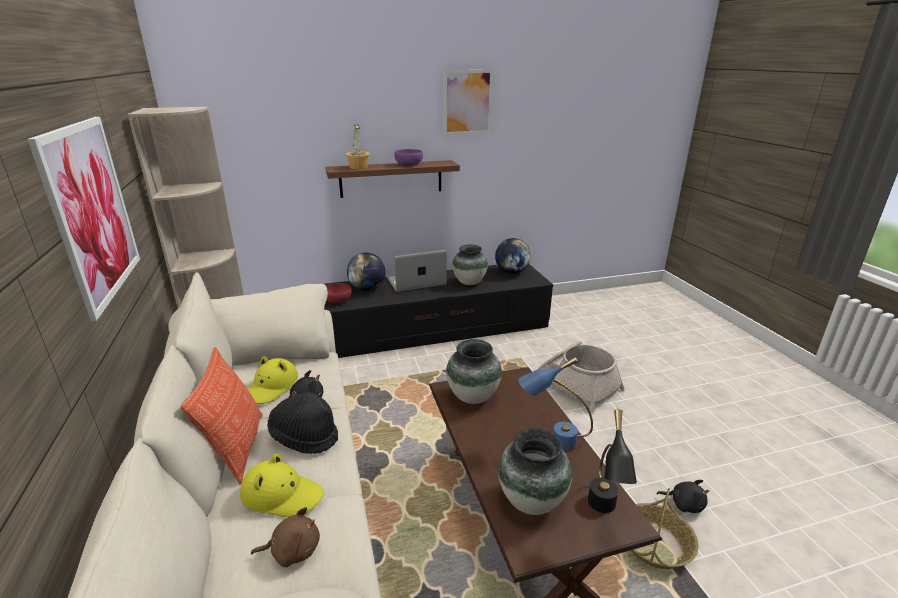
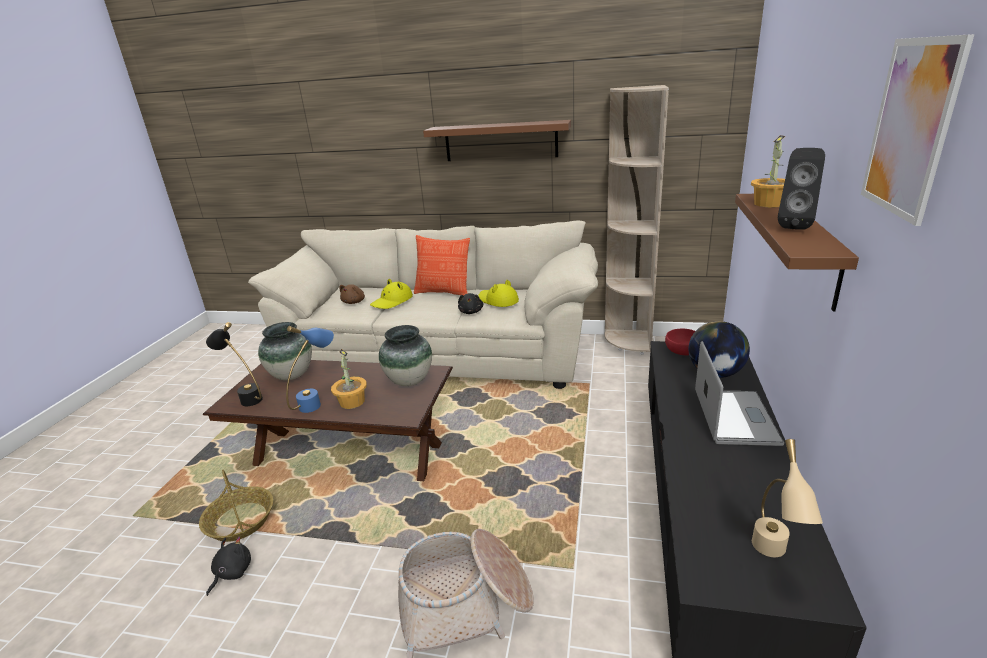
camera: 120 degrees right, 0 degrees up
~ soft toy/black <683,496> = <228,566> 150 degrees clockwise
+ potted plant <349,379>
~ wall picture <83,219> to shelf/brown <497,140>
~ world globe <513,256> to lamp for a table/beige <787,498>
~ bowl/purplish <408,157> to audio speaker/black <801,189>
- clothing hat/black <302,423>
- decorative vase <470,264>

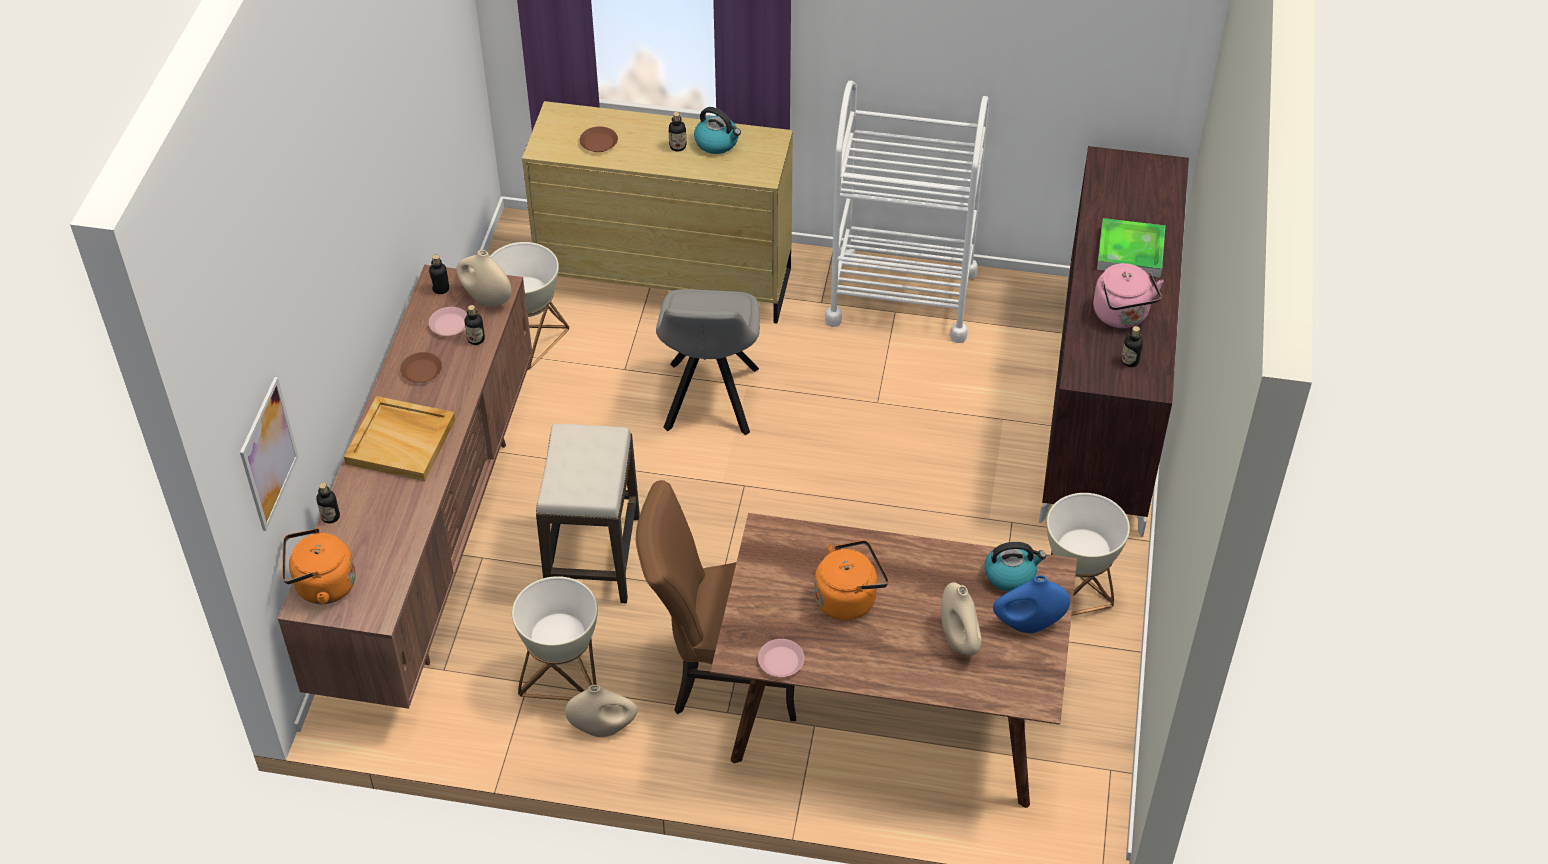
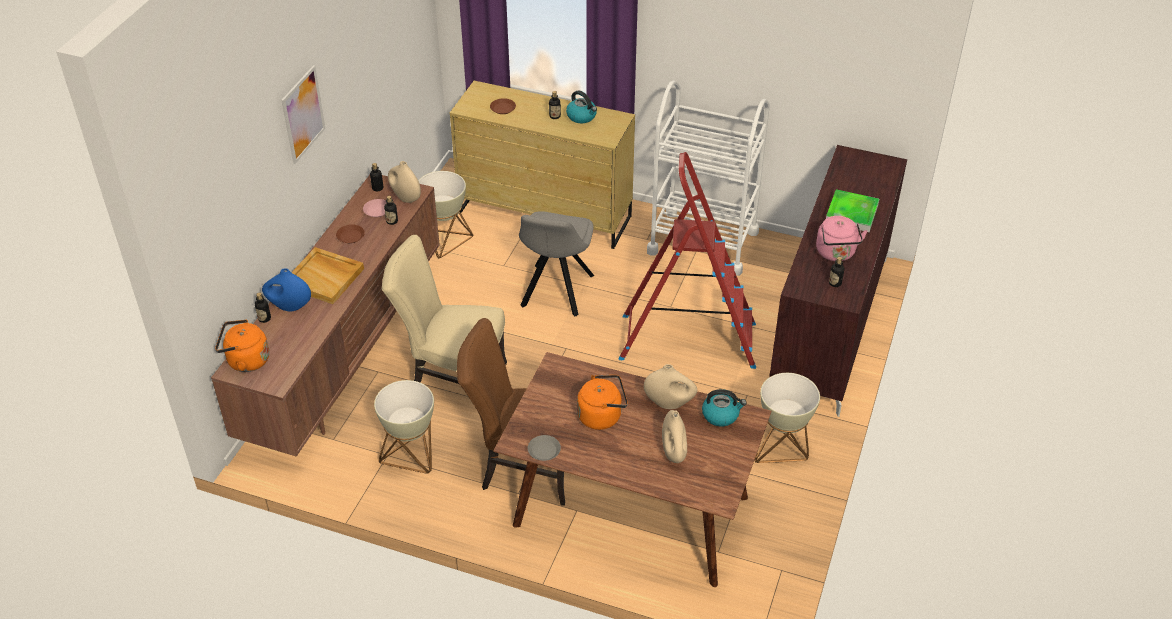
camera: 10 degrees right, 5 degrees down
~ decorative vase/blue <1031,604> to <286,290>
~ wall picture <269,454> to <303,114>
~ stool <588,514> to upright chair/beige <444,309>
~ flat dish/pinkish <781,658> to flat dish/grey <544,448>
+ step stool/reddish <687,260>
~ decorative vase/beige <601,711> to <670,386>

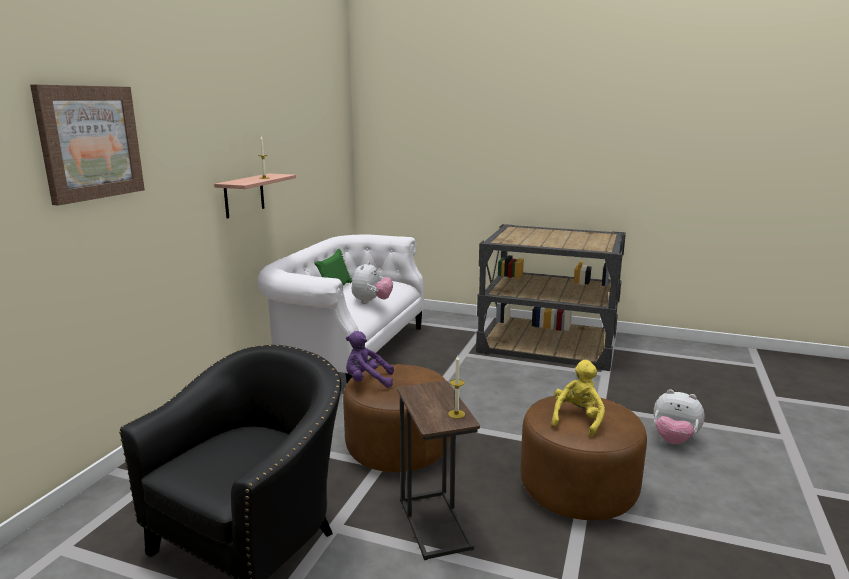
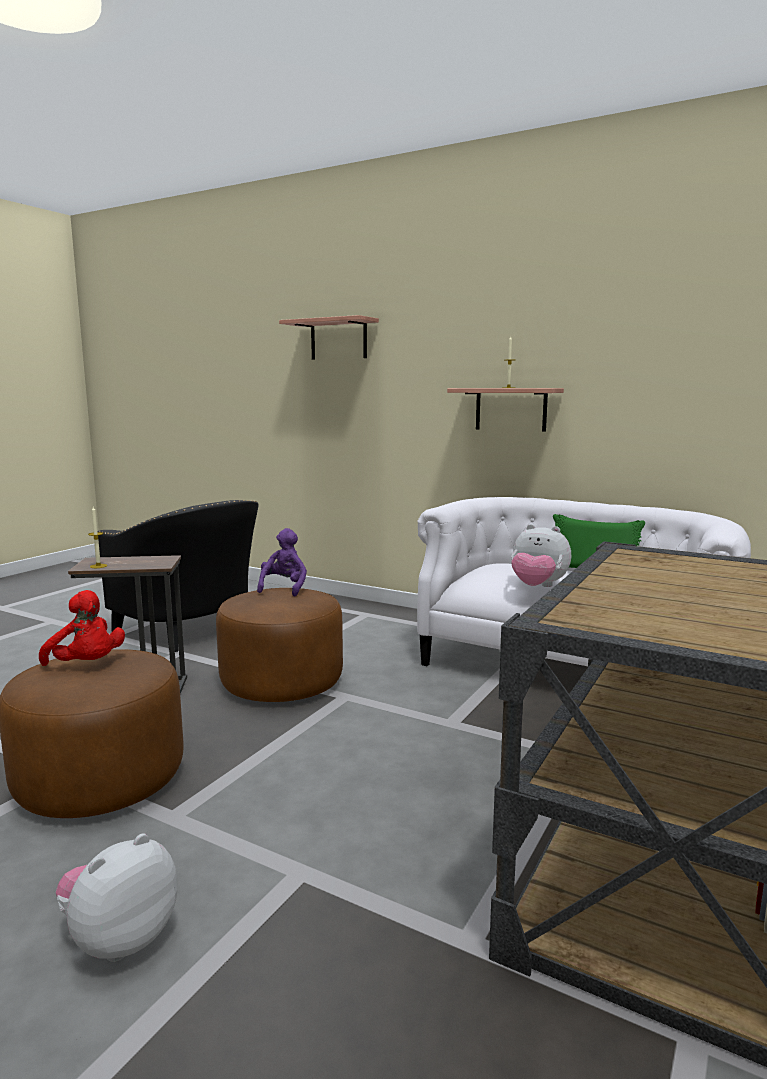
camera: 100 degrees right, 5 degrees down
~ soft toy/yellow-coloured <578,398> to soft toy/reddish <82,628>
~ wall picture <87,145> to shelf <329,337>

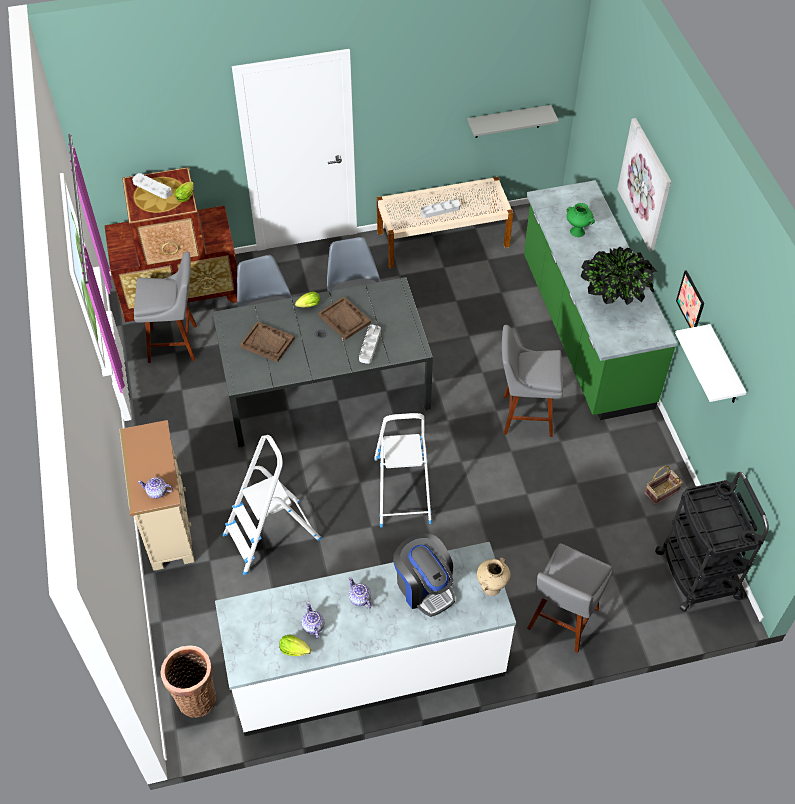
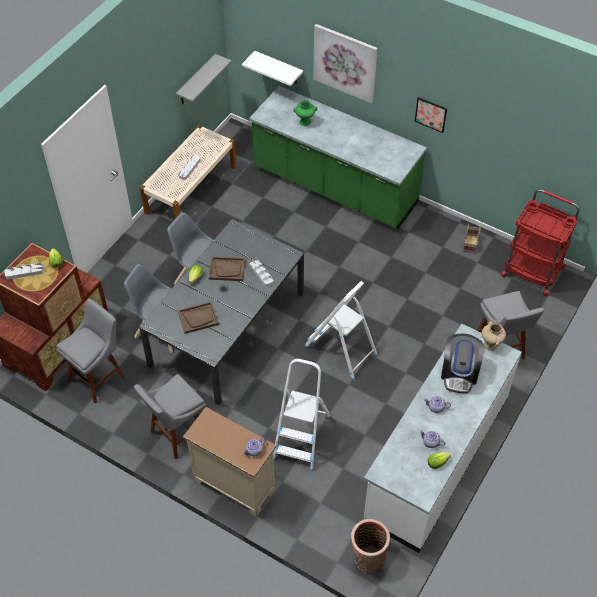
camera: 45 degrees left, 0 degrees up
~ stool/grey <532,381> to <170,416>
~ shelf/white-coloured <711,363> to <272,68>
~ coffee machine <424,575> = <463,363> 90 degrees clockwise
~ wheeled cart/black <712,542> to wheeled cart/reddish <540,242>
- potted plant <618,275>

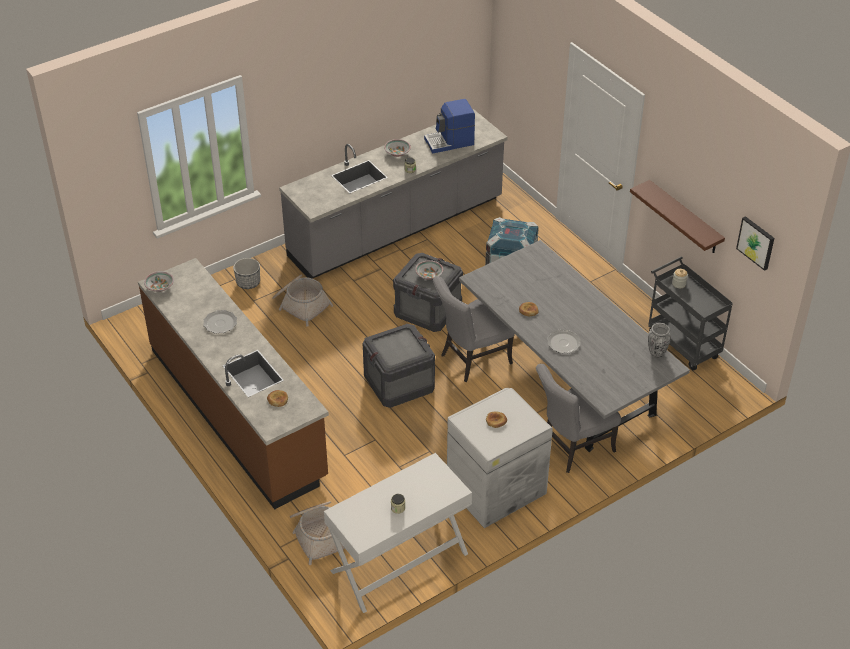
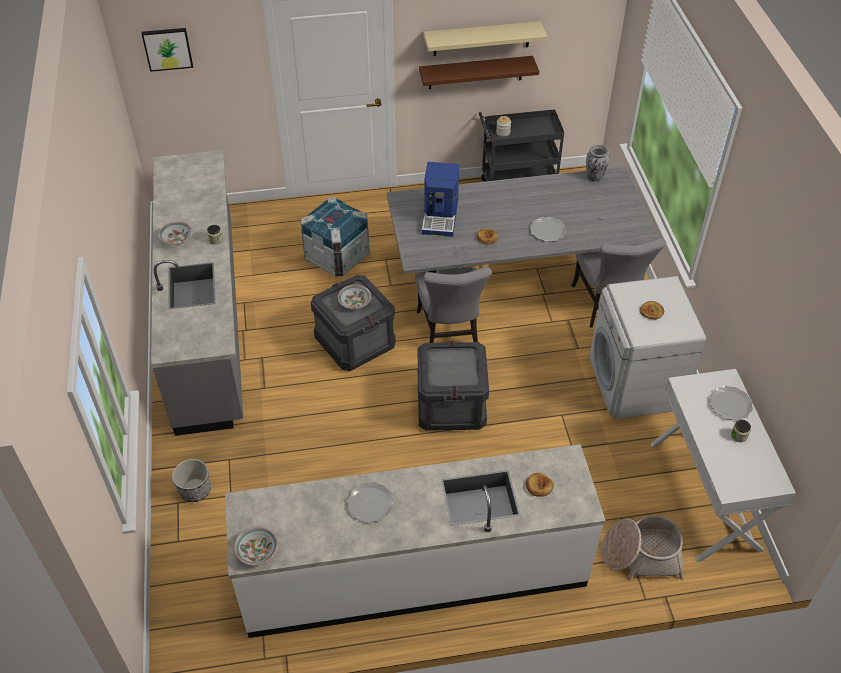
camera: 65 degrees left, 5 degrees up
~ wall picture <755,243> to <167,50>
~ kitchen base unit/brown <233,384> to kitchen base unit/white-coloured <415,541>
~ coffee machine <449,126> to <440,199>
+ shelf/beige <485,38>
+ flat dish <731,403>
- household basket <302,300>

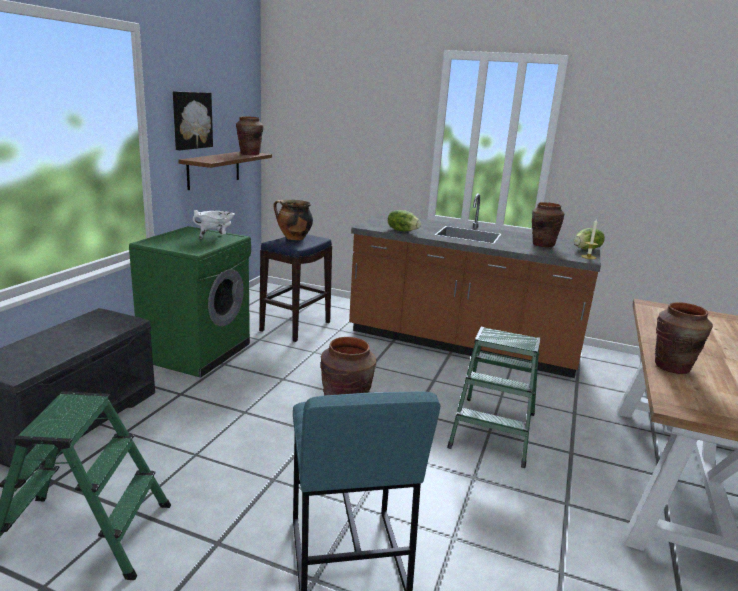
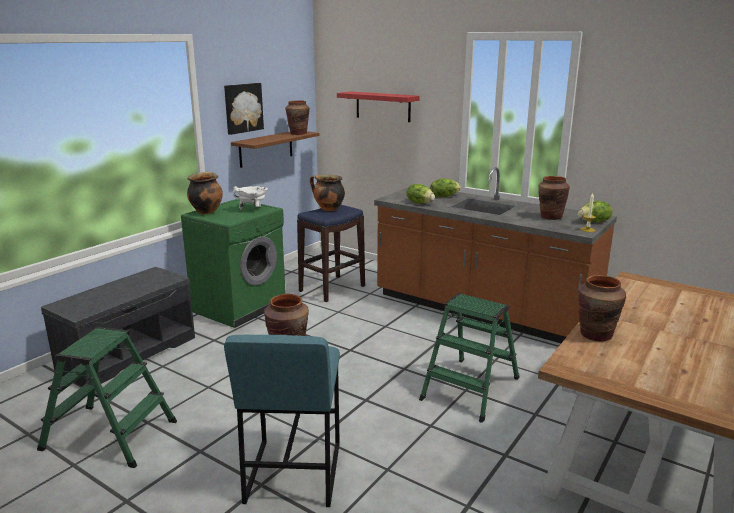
camera: 15 degrees right, 0 degrees up
+ saucepot <205,193>
+ shelf/reddish <378,106>
+ head of lettuce <445,188>

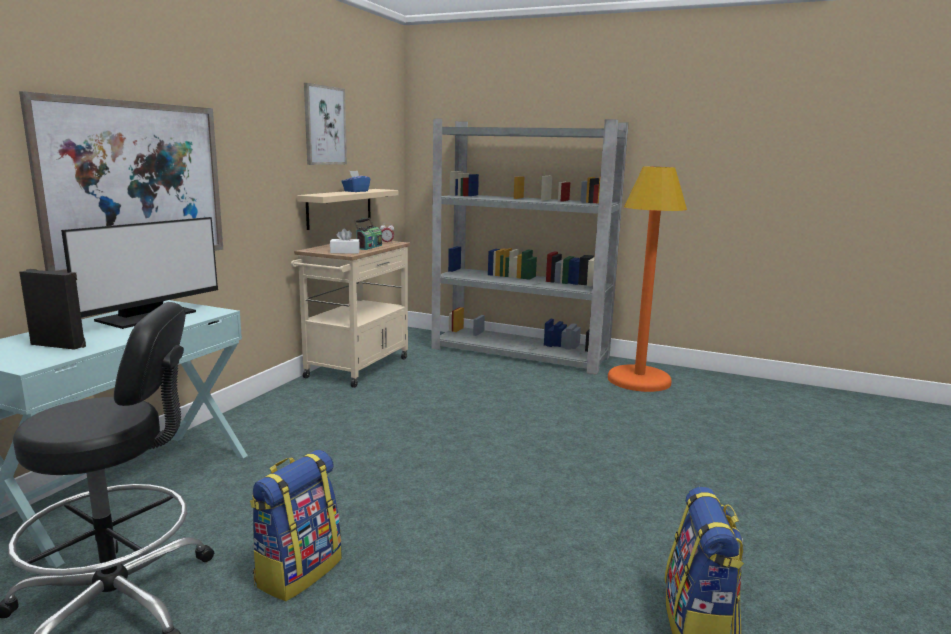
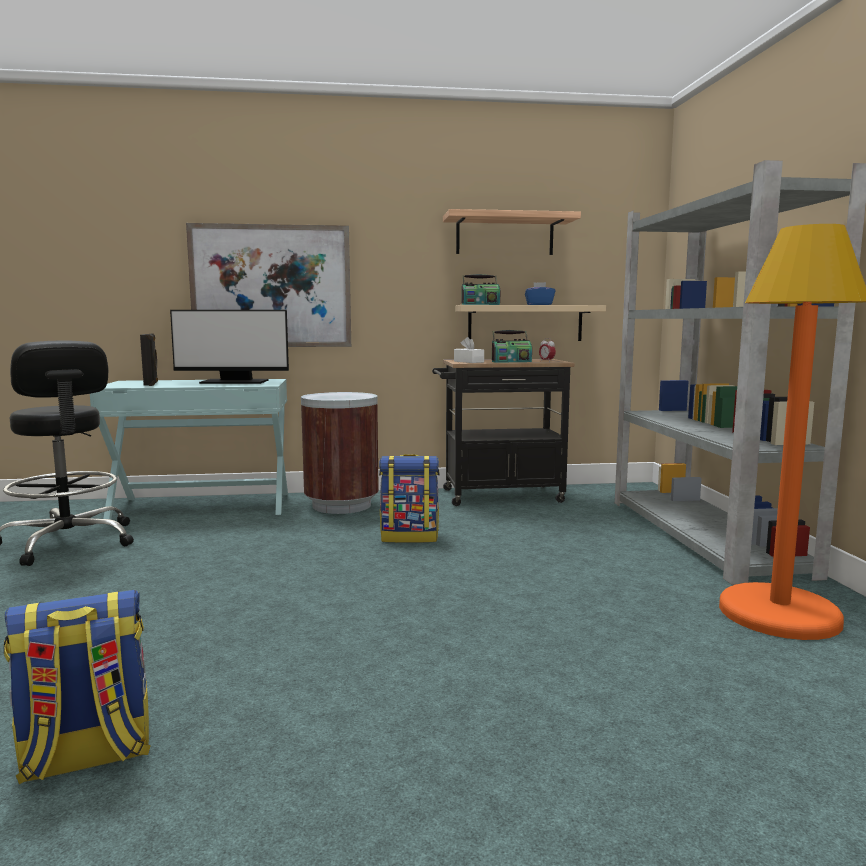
camera: 60 degrees right, 5 degrees down
+ trash can/brown <340,453>
~ knapsack <296,525> to <409,498>
~ wheeled cart/beige <350,314> to wheeled cart/black <503,432>
~ wall picture <325,124> to shelf <512,232>
+ radio receiver <480,289>

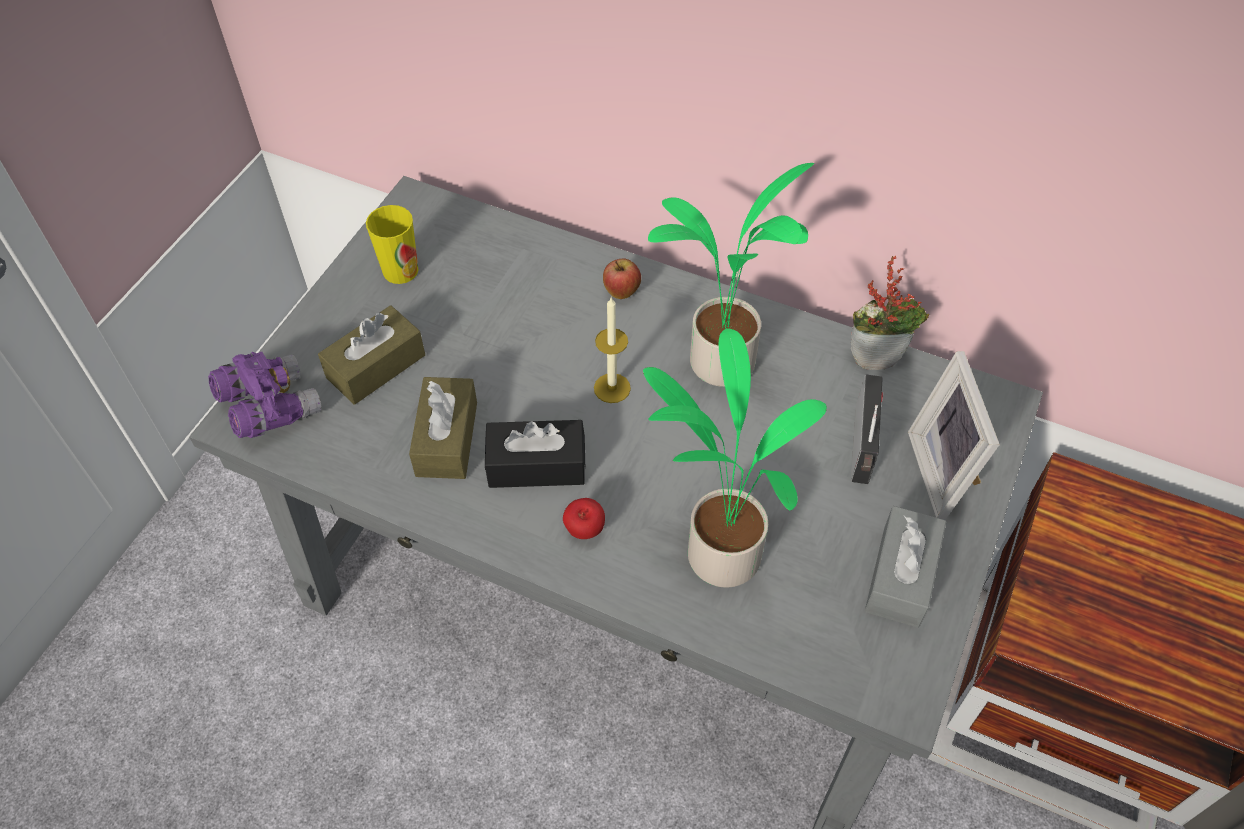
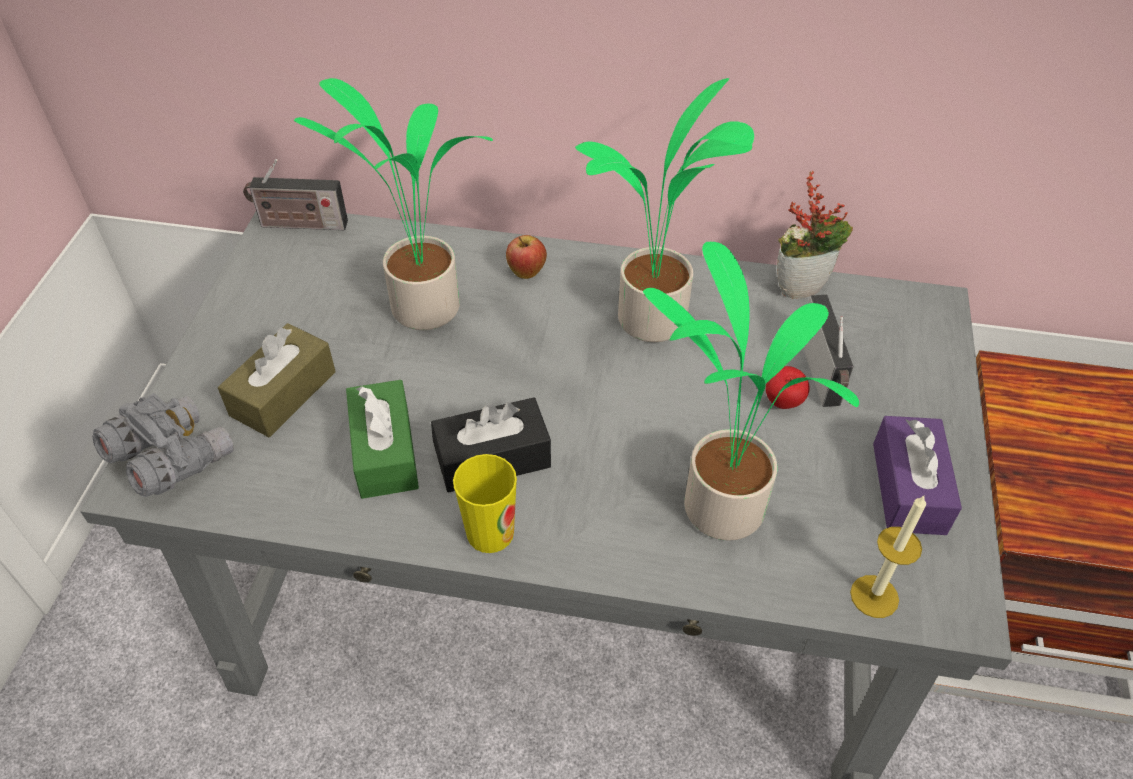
camera: 15 degrees left, 5 degrees down
~ pair of binoculars/purplish <264,395> to pair of binoculars/grey <163,445>
+ radio receiver <295,194>
+ potted plant <393,204>
~ box of tissues/brown <443,428> to box of tissues/green-coloured <382,439>
~ cup <392,244> to <485,503>
~ apple <584,518> to <788,387>
~ candle <612,350> to <888,556>
~ box of tissues/grey <905,567> to box of tissues/purplish <917,475>
- photo frame <954,435>

